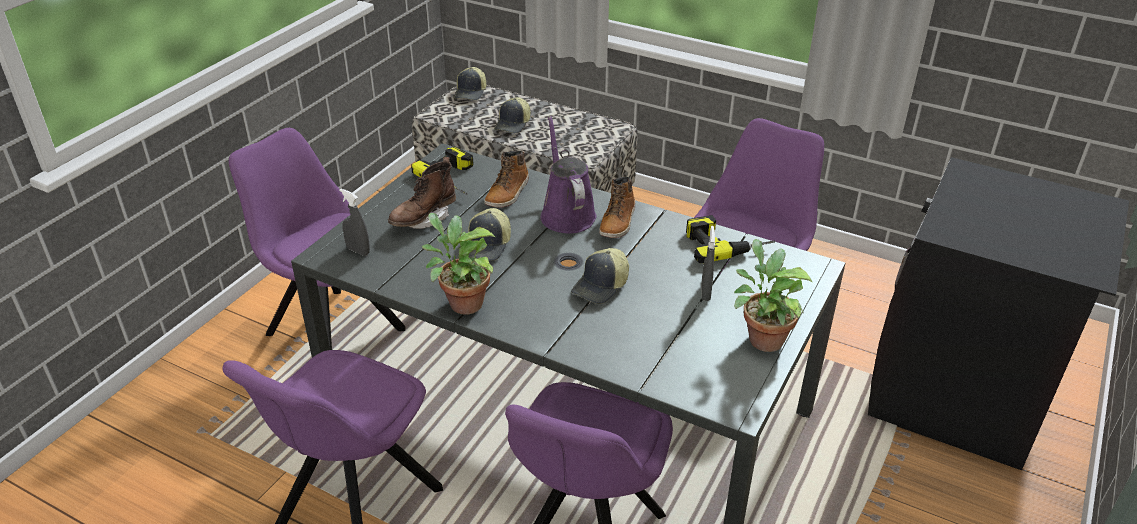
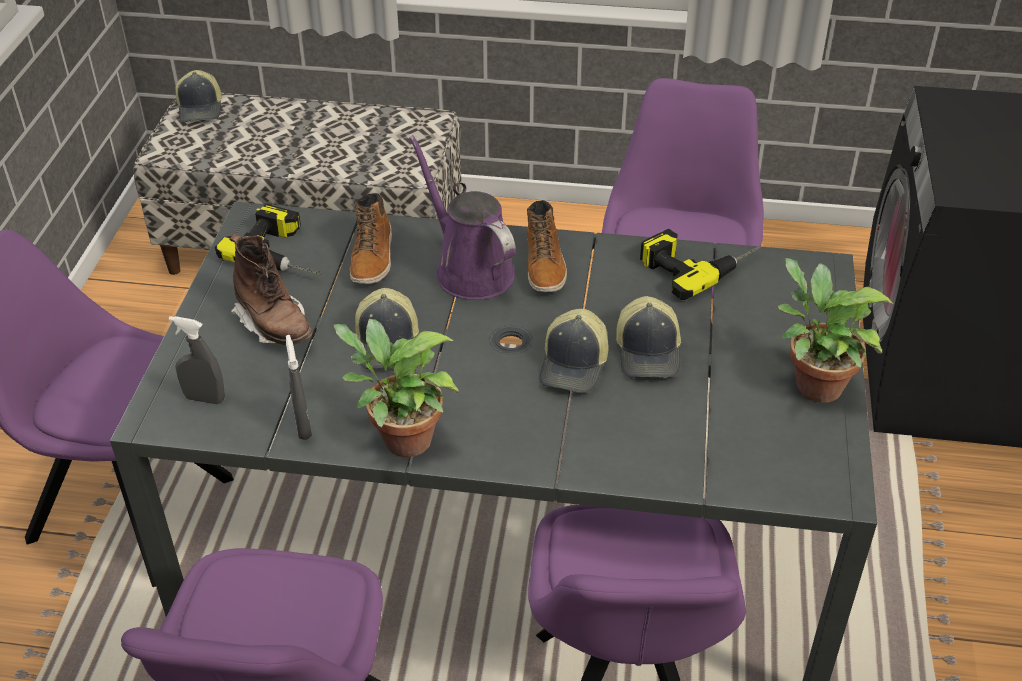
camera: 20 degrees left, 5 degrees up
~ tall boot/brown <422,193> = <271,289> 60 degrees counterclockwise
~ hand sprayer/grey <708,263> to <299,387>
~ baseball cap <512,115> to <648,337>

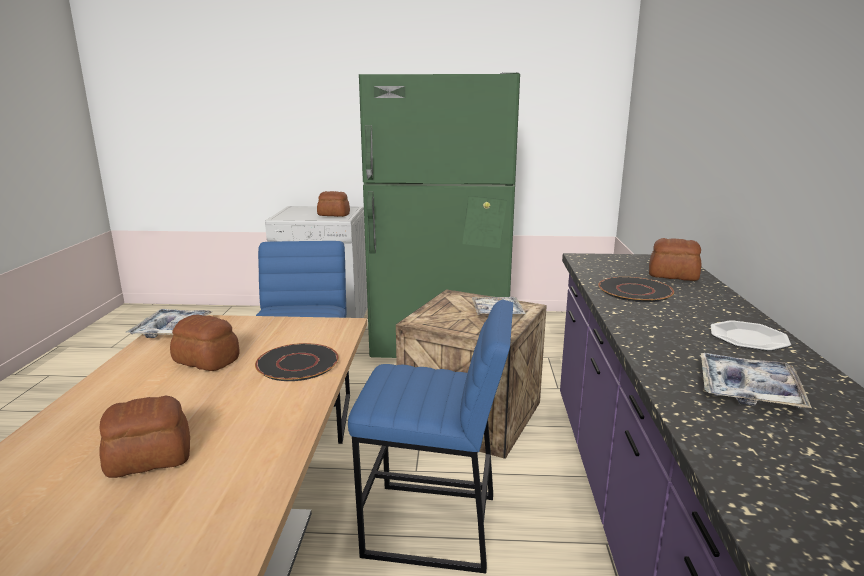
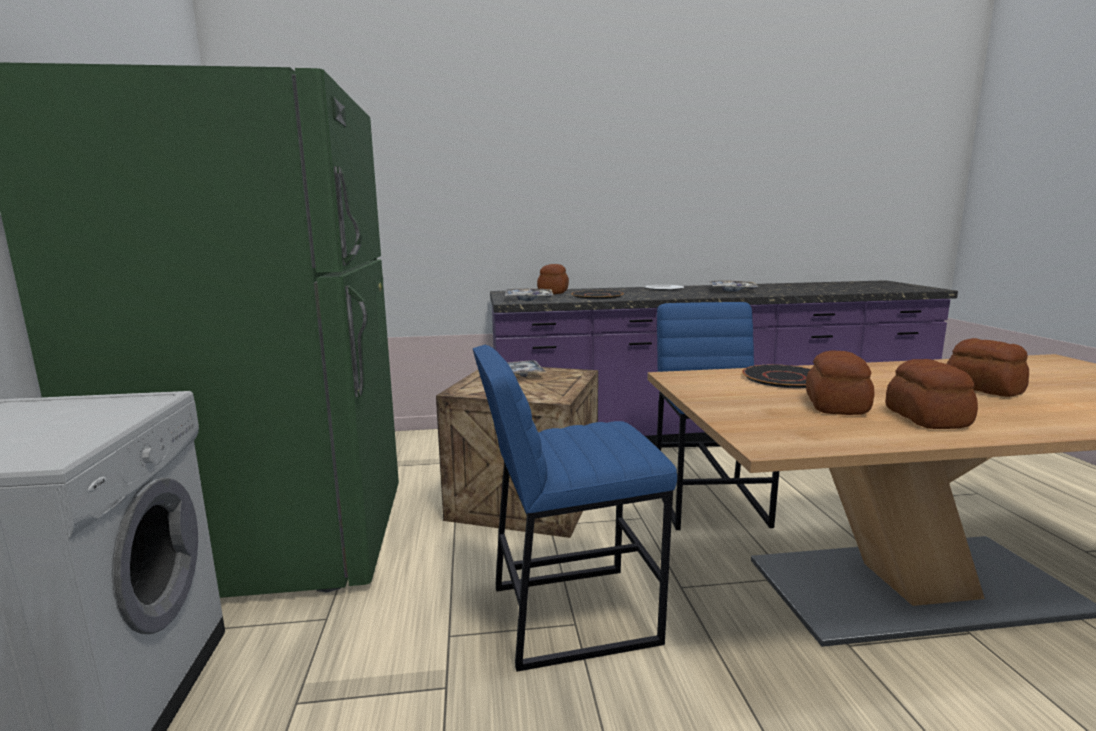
camera: 100 degrees left, 5 degrees down
~ carrying tray <169,323> to <529,294>
~ bakery bread <333,204> to <931,394>

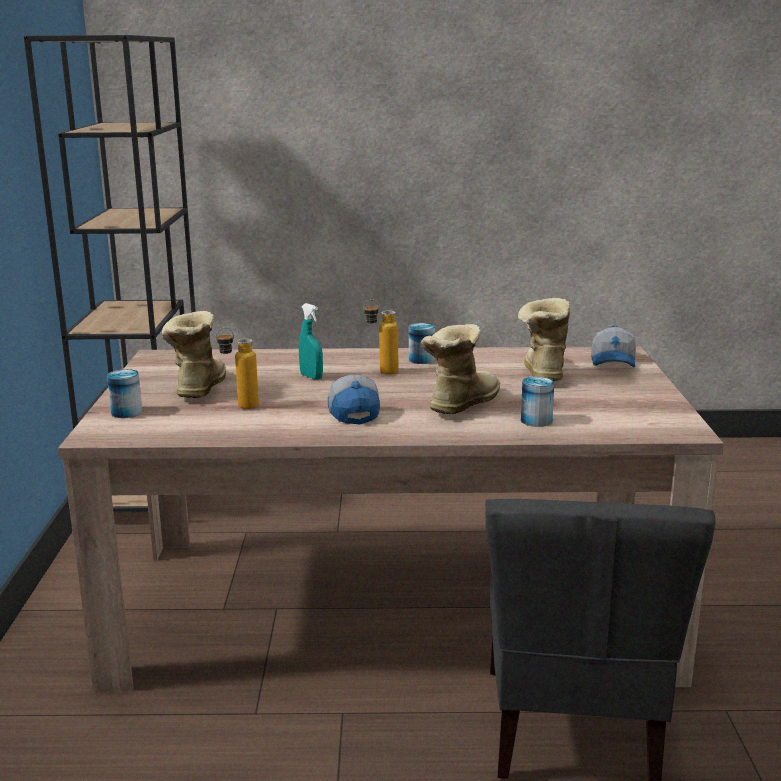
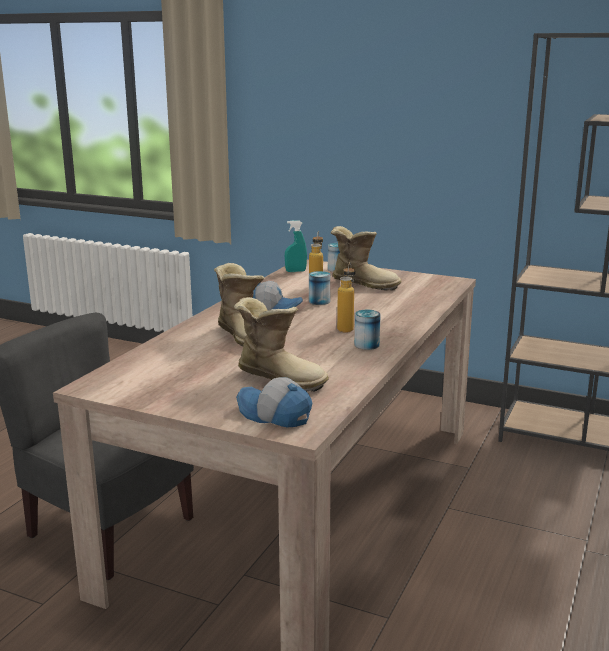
camera: 115 degrees right, 0 degrees up
~ hand sprayer/turquoise <311,341> to <296,246>
~ can <537,401> to <319,288>

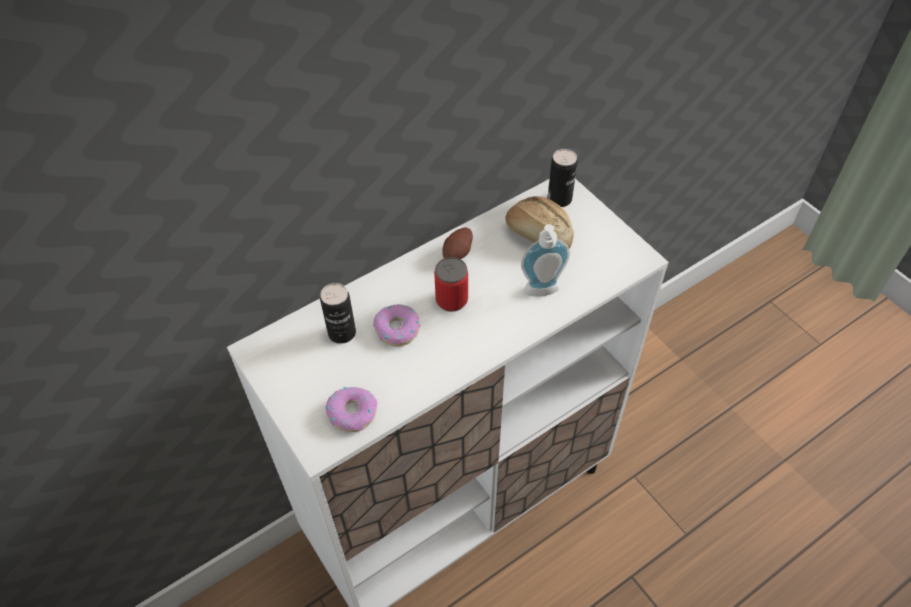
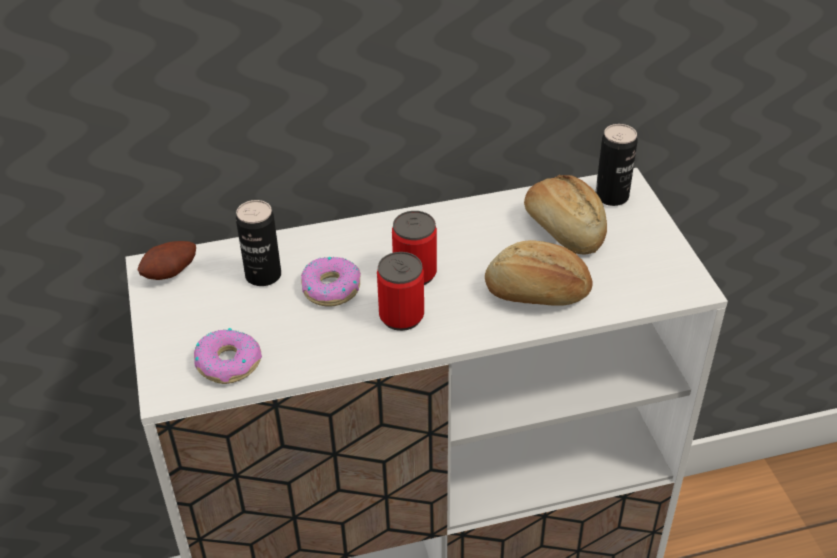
camera: 20 degrees right, 10 degrees down
~ whole potato <457,243> to <167,260>
+ can <400,291>
~ soap bottle <545,260> to bakery bread <539,273>

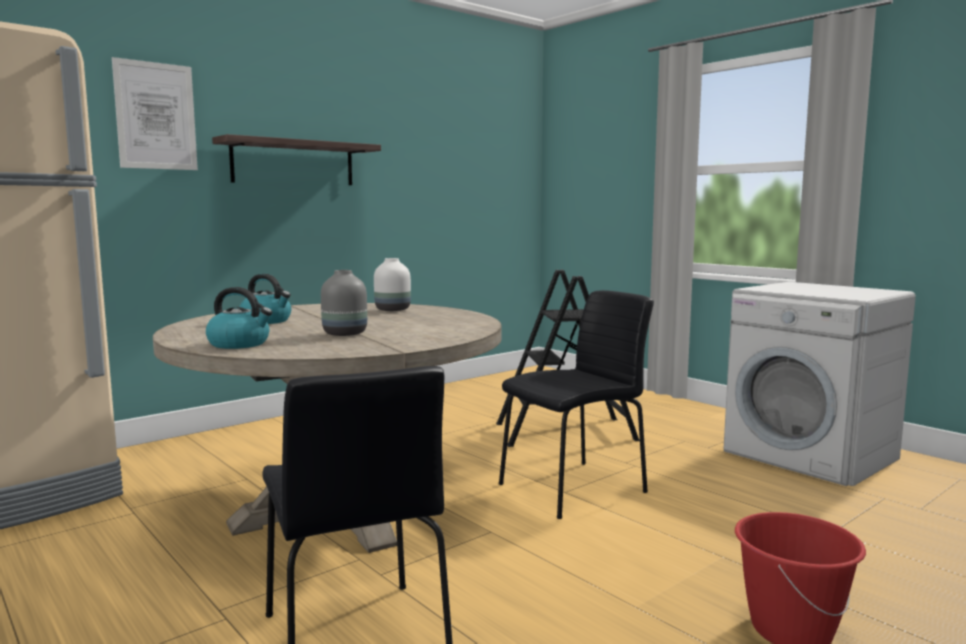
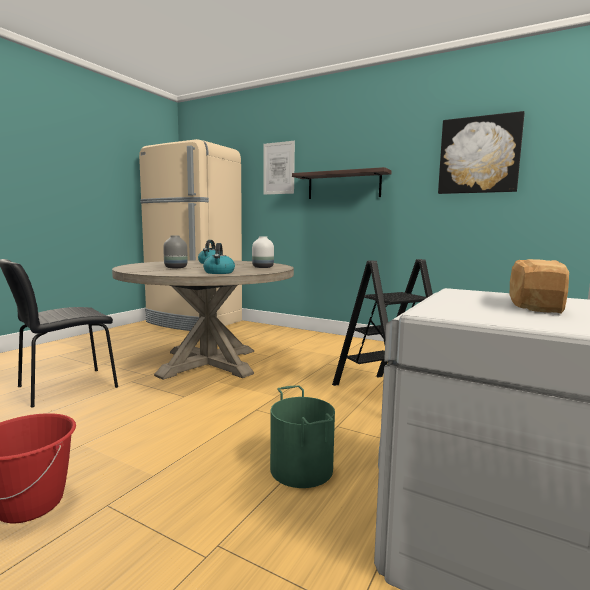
camera: 70 degrees right, 0 degrees up
~ water kettle <239,318> to <219,258>
+ water bucket/green-coloured <302,436>
+ wall picture <481,152>
+ bakery bread <539,286>
- upright chair/black <576,404>

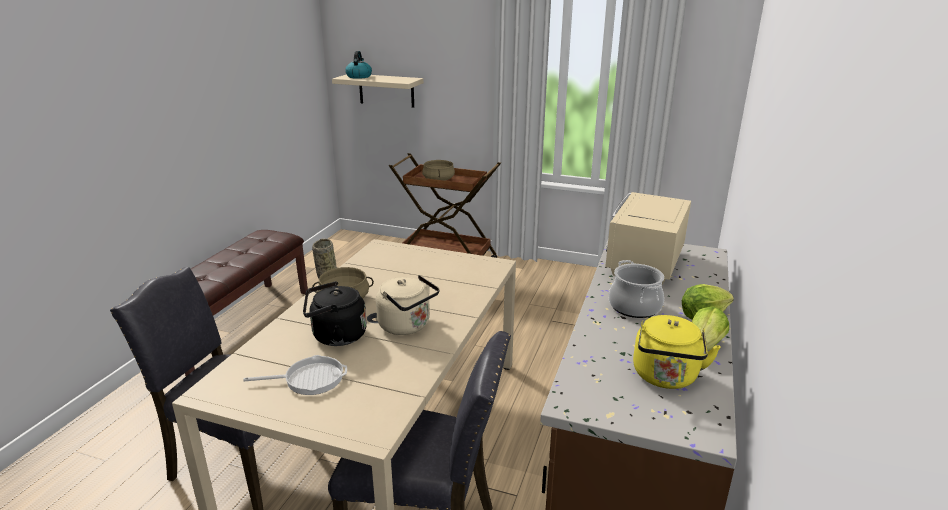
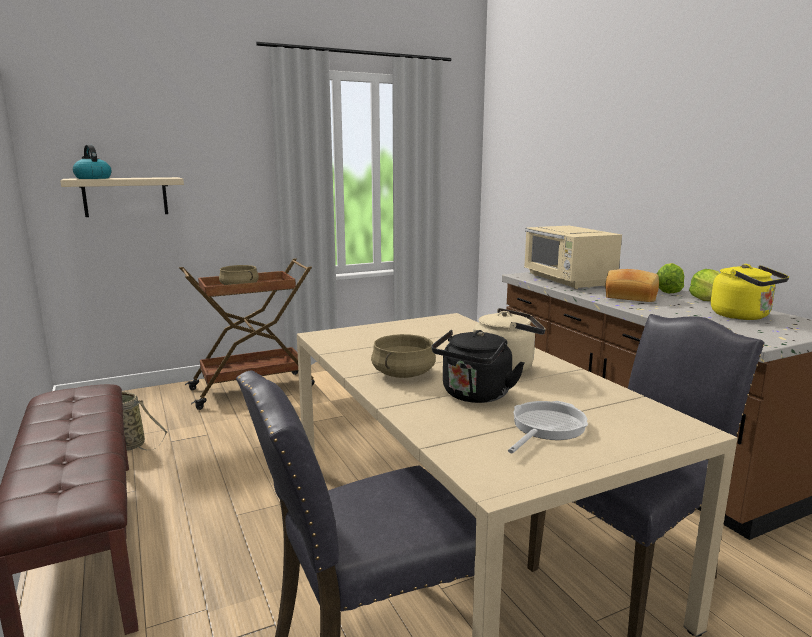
camera: 45 degrees left, 10 degrees down
~ saucepot <636,289> to bakery bread <632,285>

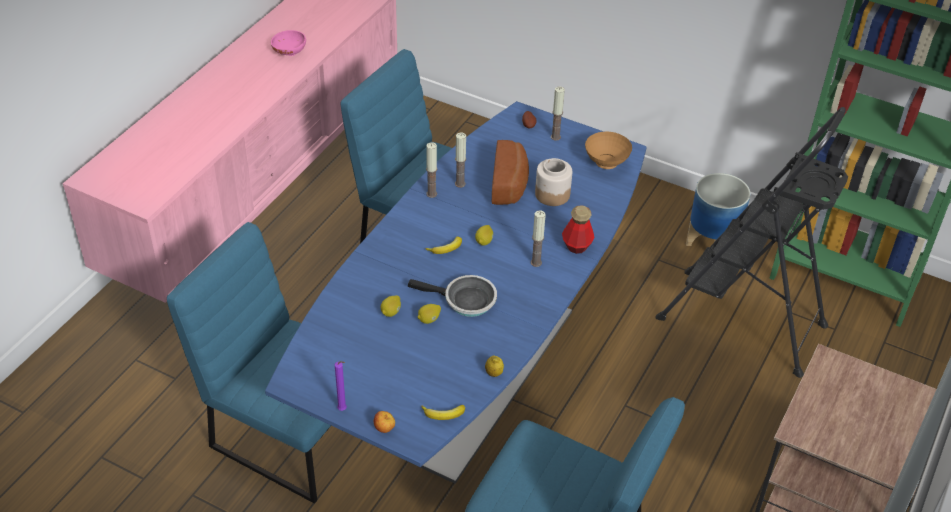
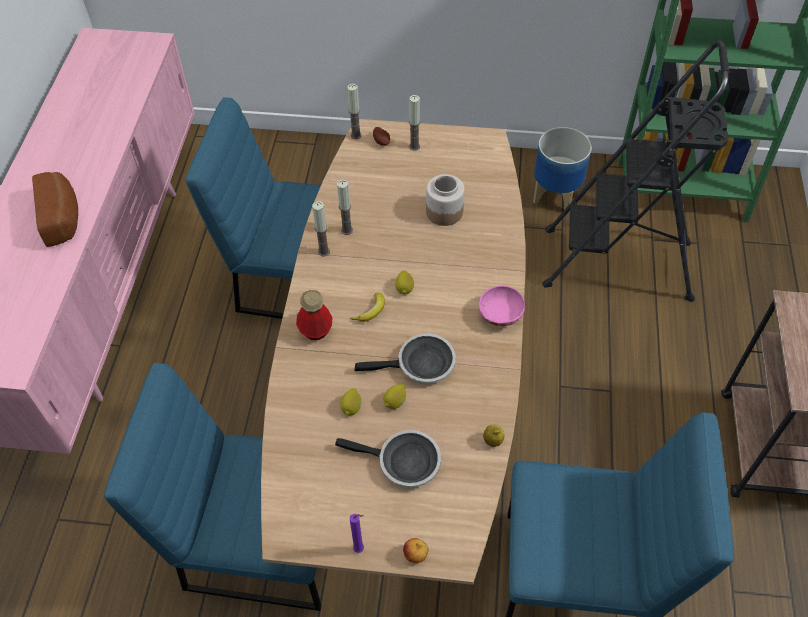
camera: 20 degrees left, 10 degrees up
~ bakery bread <510,172> to <55,209>
~ kitchen table/blue <456,292> to kitchen table/brown <393,352>
~ beverage bottle <578,229> to <314,315>
+ skillet <388,459>
~ candle <538,238> to <354,111>
~ bowl/pinkish <288,43> to <502,306>
- whole banana <443,412>
- bowl/brown <608,150>

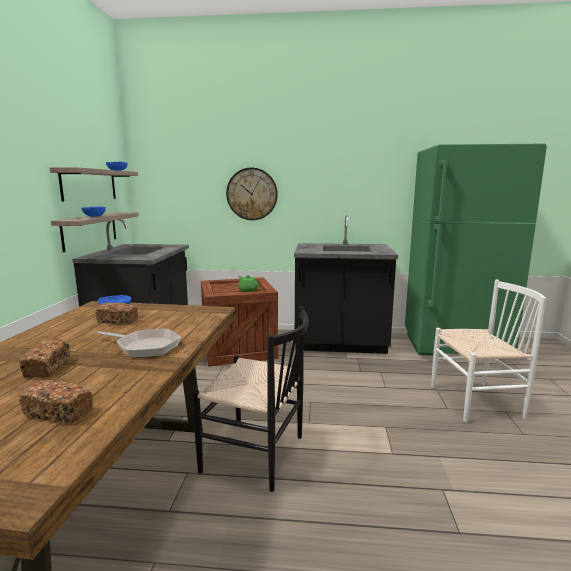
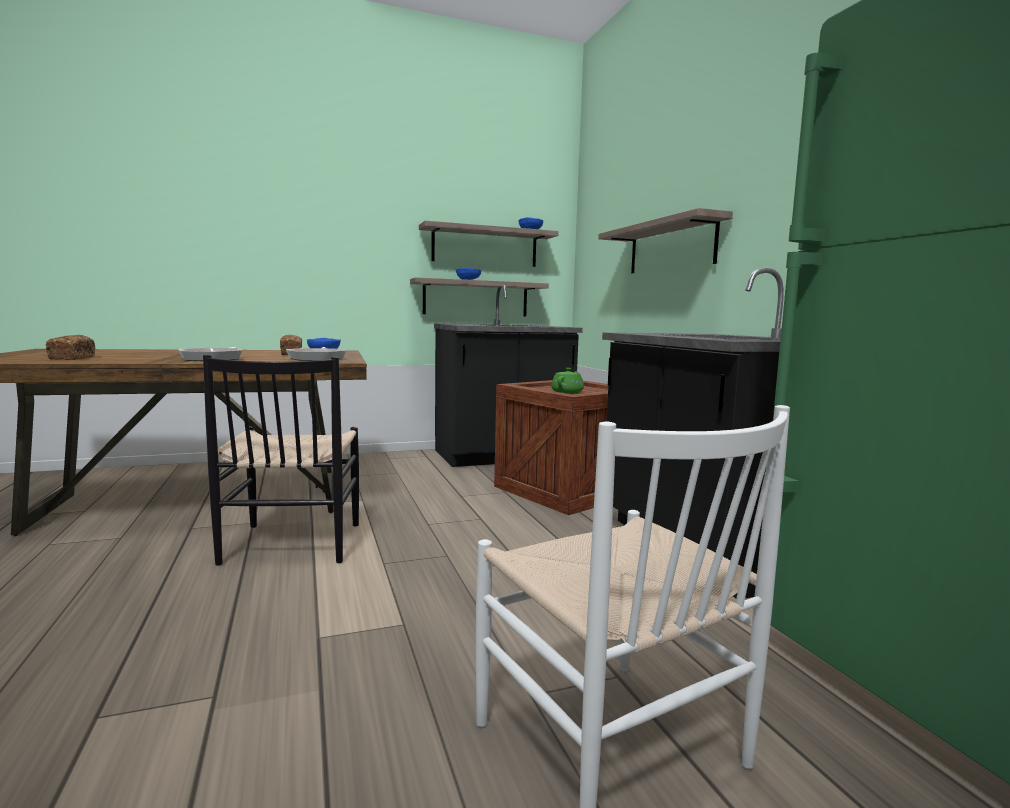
camera: 65 degrees right, 5 degrees down
+ skillet <316,354>
~ hanging clock <252,193> to shelf <665,240>
- bakery bread <45,358>

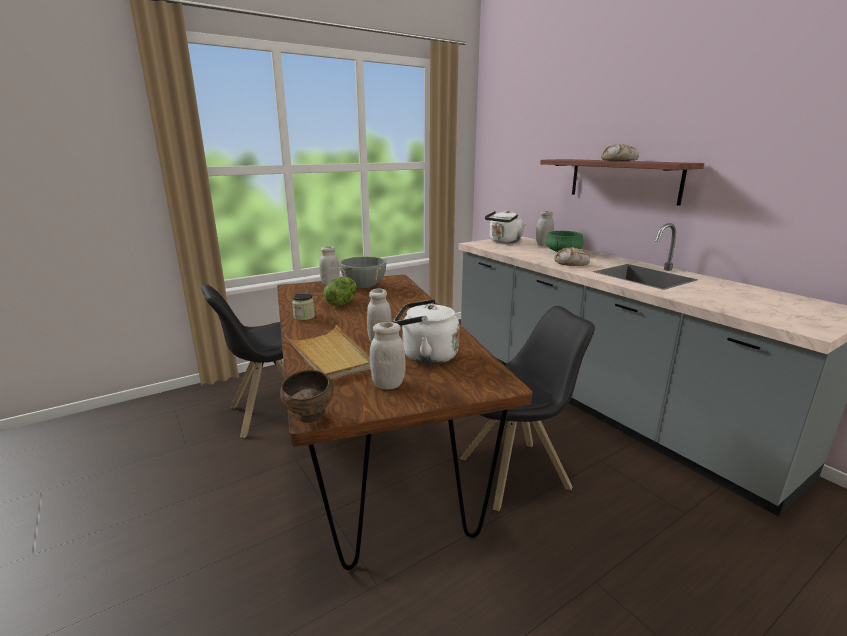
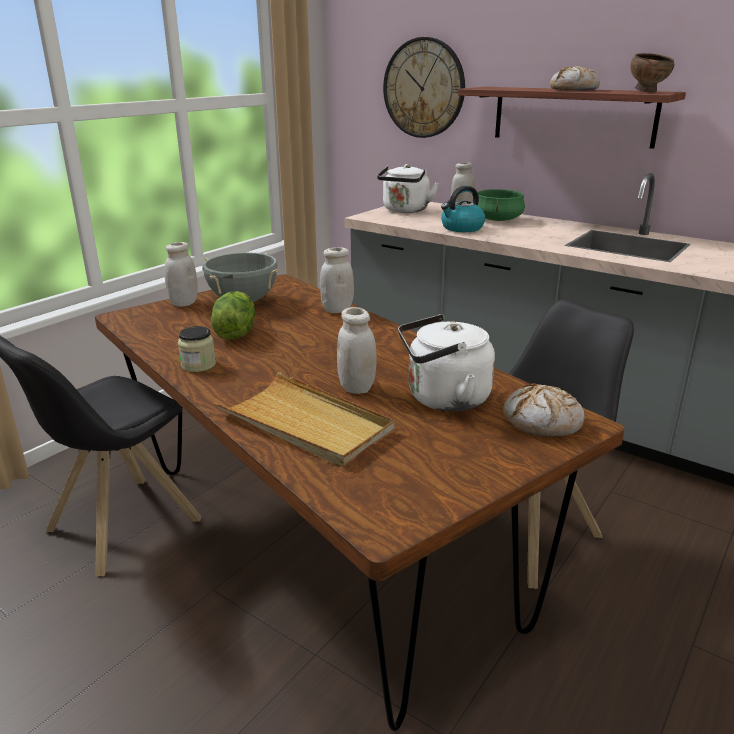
camera: 20 degrees left, 5 degrees up
~ jar/white-coloured <388,355> to <337,280>
+ hanging clock <424,87>
+ water kettle <463,209>
~ bakery bread <572,256> to <543,410>
~ bowl/brown <307,396> to <652,72>

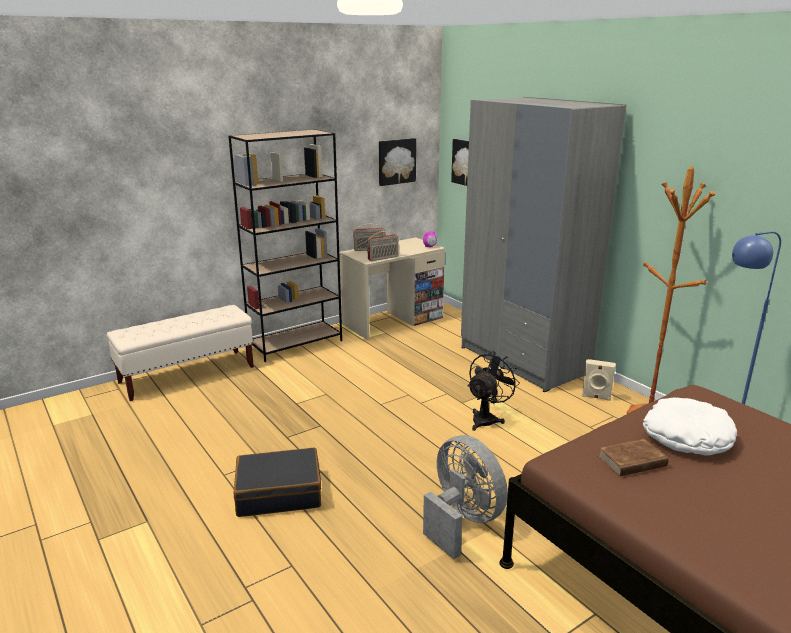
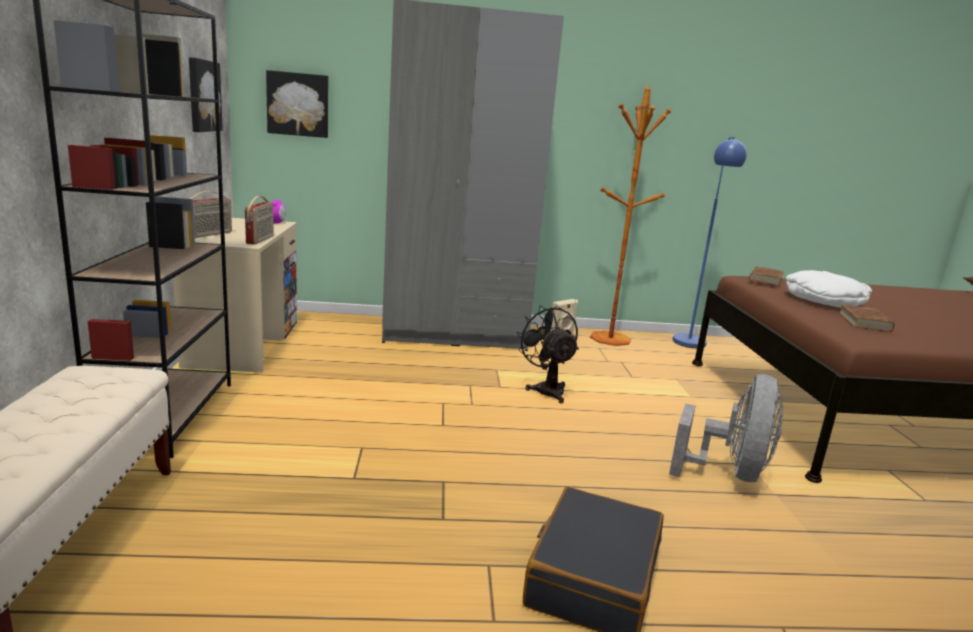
camera: 60 degrees left, 5 degrees down
~ fan/grey <465,497> = <725,428> 120 degrees clockwise
+ book/brown <766,276>

